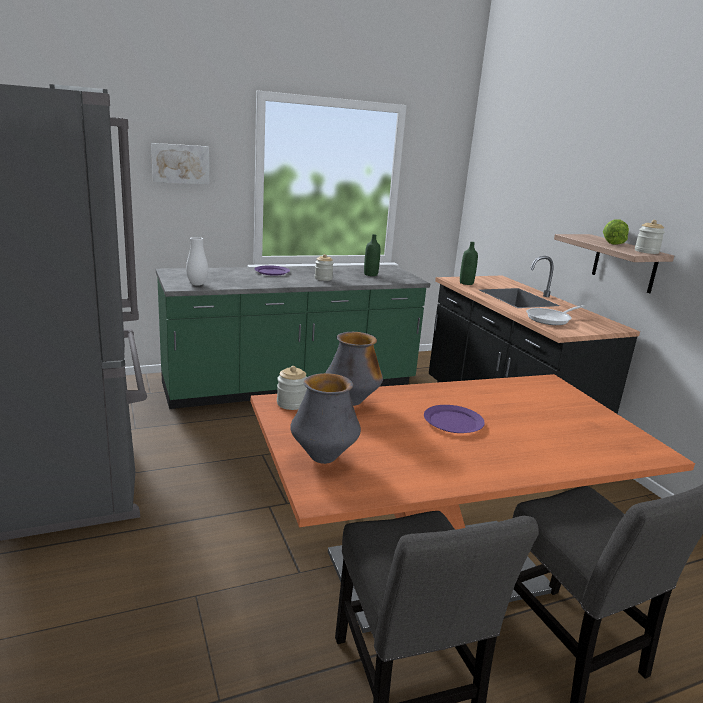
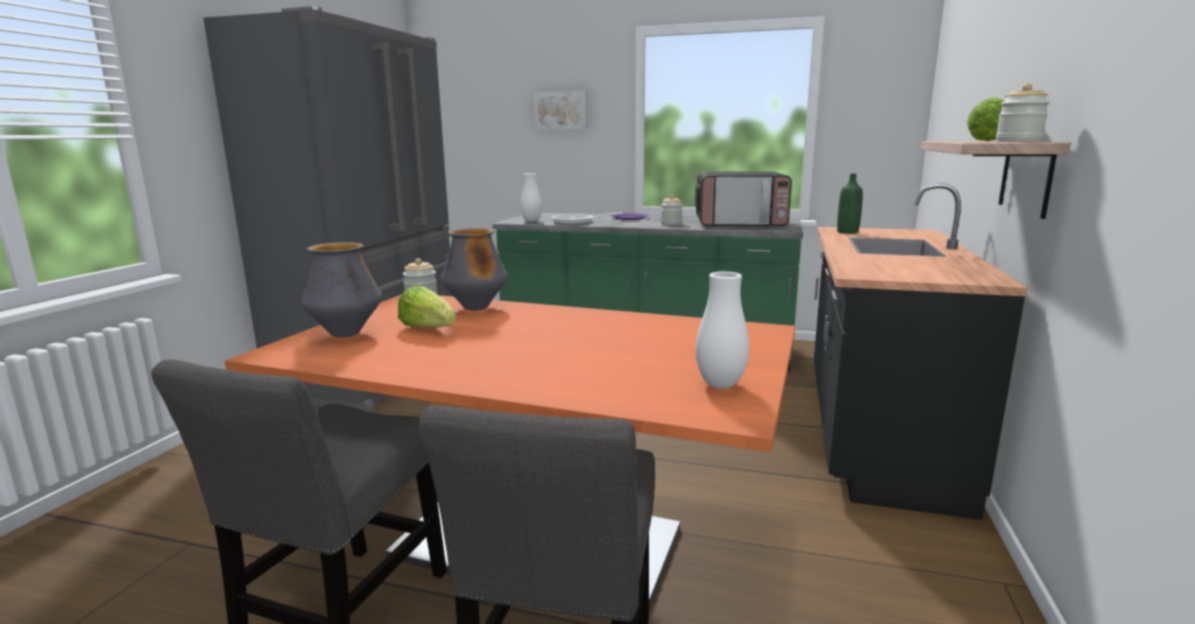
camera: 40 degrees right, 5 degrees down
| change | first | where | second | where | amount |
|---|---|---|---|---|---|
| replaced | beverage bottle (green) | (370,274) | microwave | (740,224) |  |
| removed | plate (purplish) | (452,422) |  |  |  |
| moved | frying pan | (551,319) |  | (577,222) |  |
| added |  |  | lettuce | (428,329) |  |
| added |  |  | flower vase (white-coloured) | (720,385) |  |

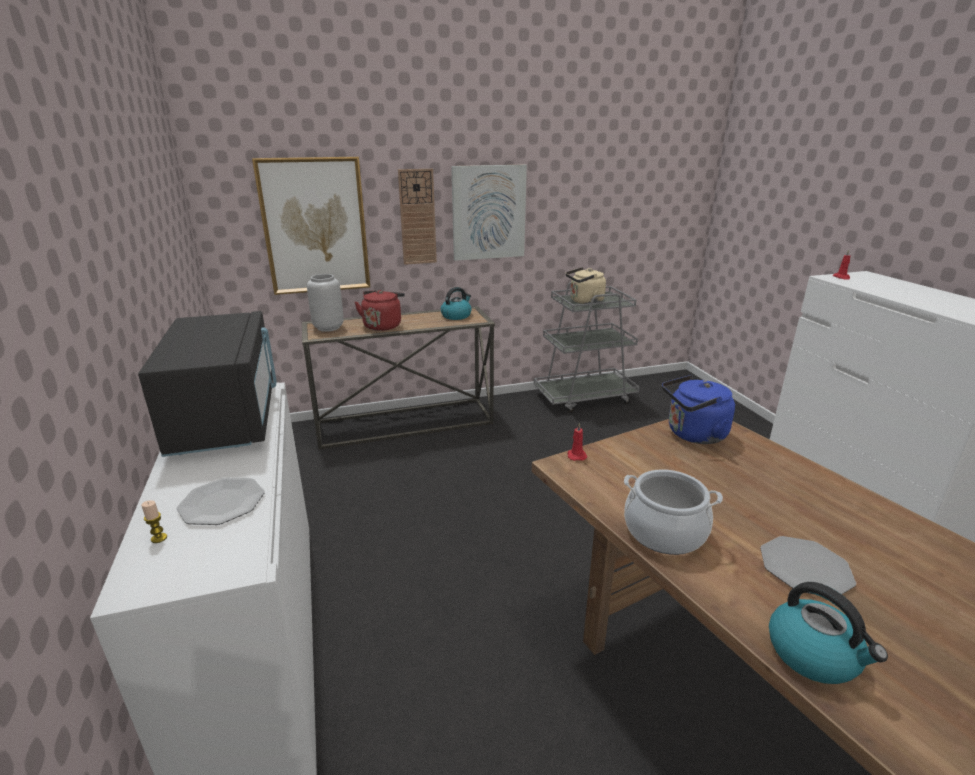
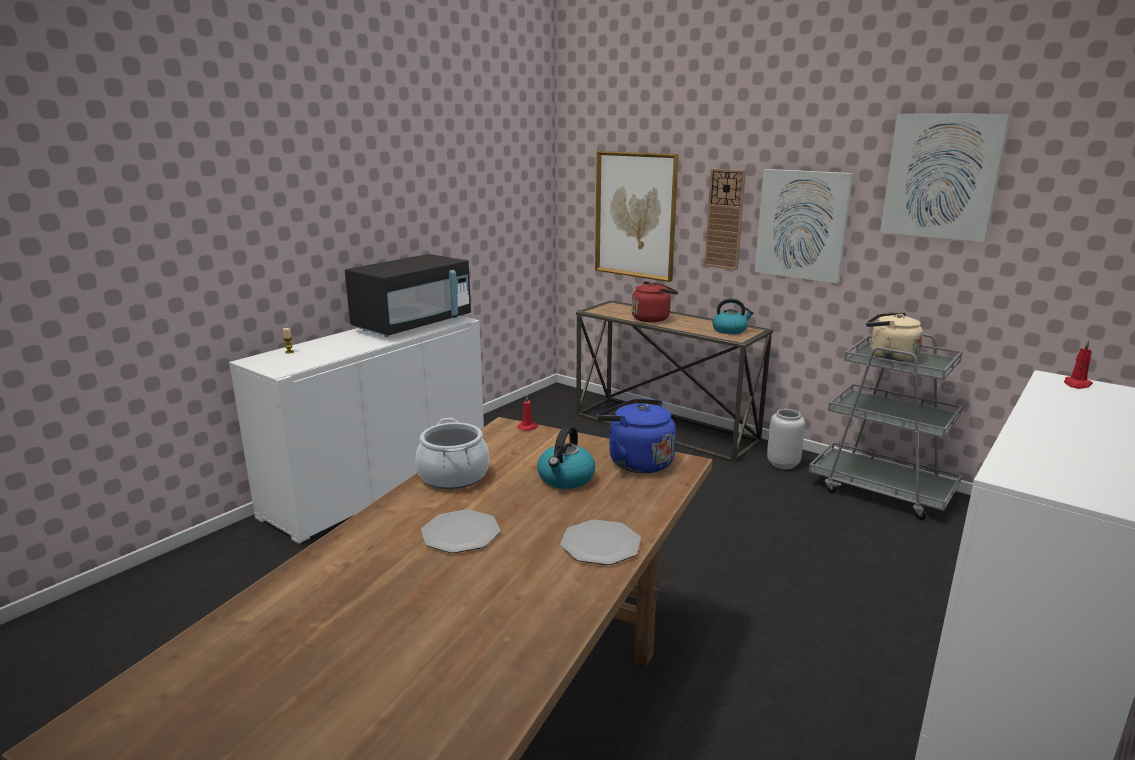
camera: 55 degrees right, 5 degrees down
| change | first | where | second | where | amount |
|---|---|---|---|---|---|
| moved | plate | (222,503) |  | (600,544) |  |
| moved | flower vase (gray) | (329,327) |  | (783,464) |  |
| moved | tea kettle | (814,655) |  | (566,479) |  |
| added |  |  | wall art | (941,176) |  |

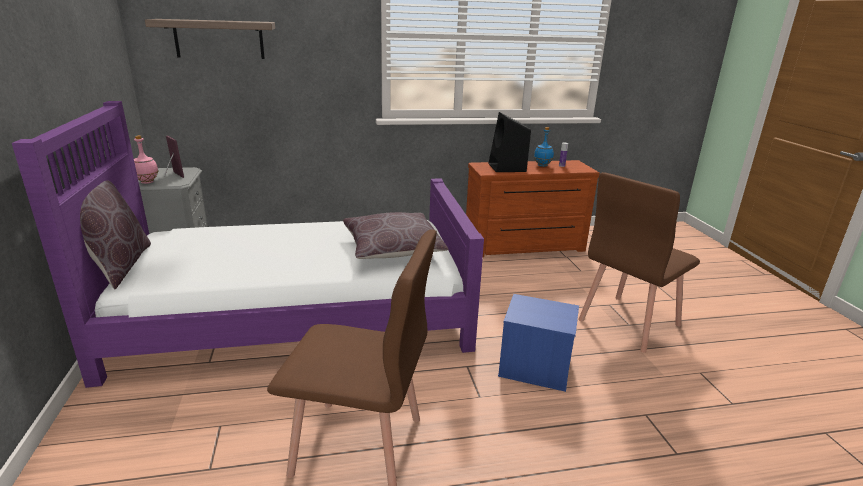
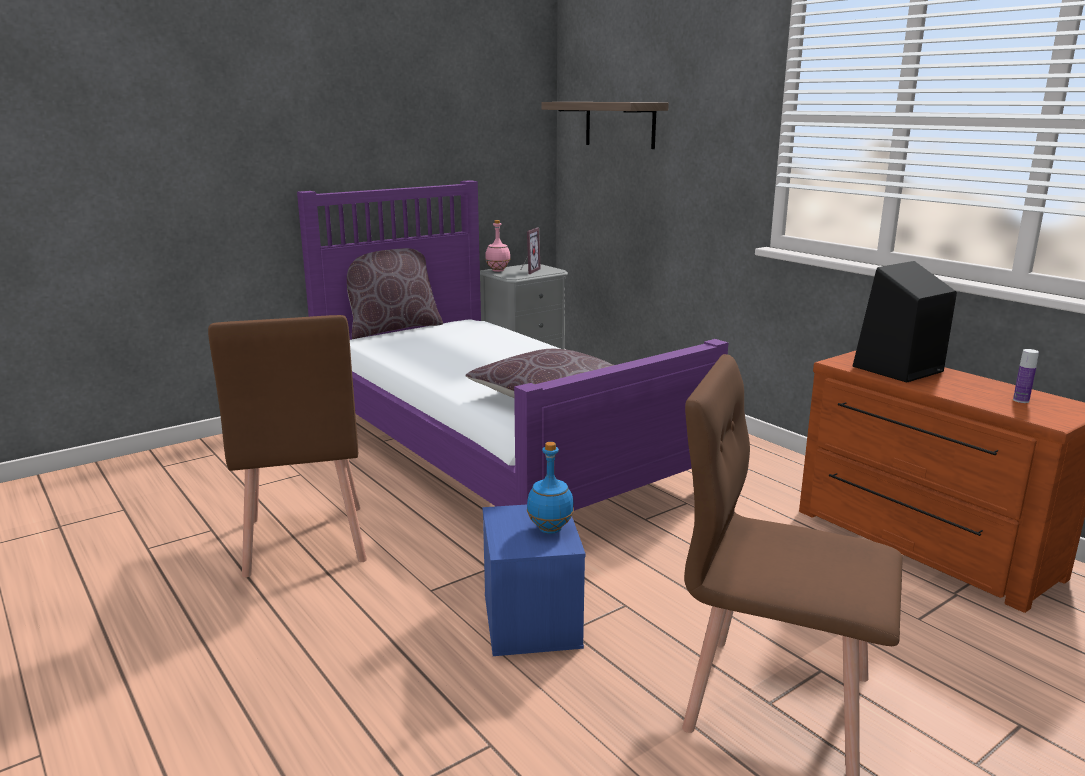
camera: 65 degrees right, 5 degrees down
| change | first | where | second | where | amount |
|---|---|---|---|---|---|
| moved | beverage bottle (blue) | (542,165) |  | (550,529) |  |

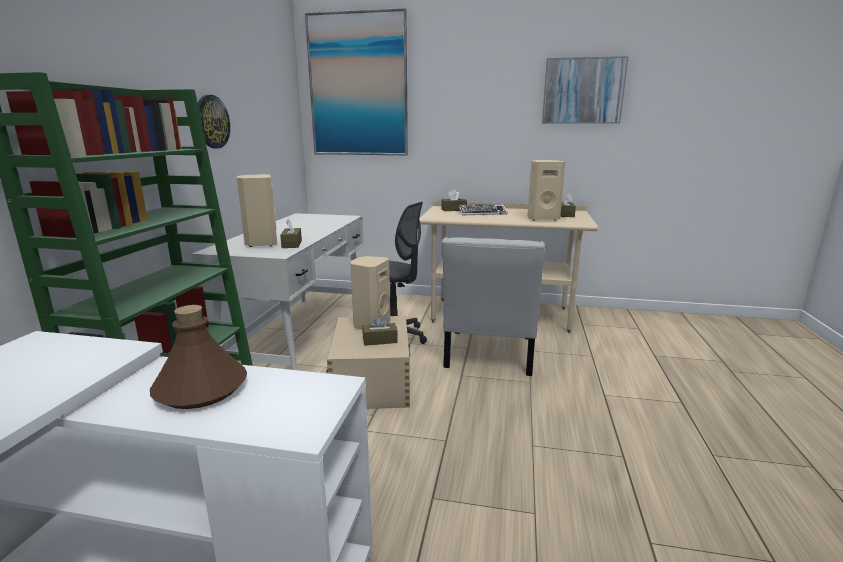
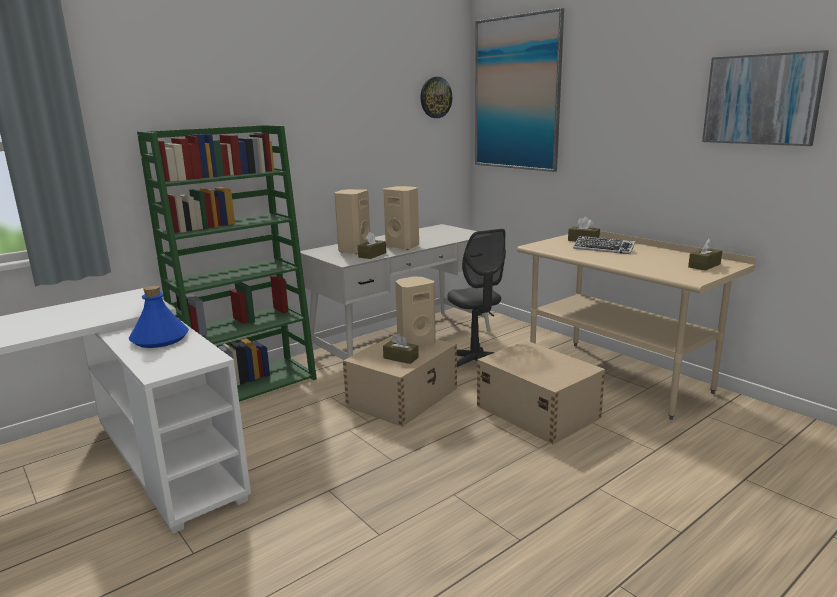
camera: 40 degrees right, 0 degrees up
| change | first | where | second | where | amount |
|---|---|---|---|---|---|
| recoloured | beverage bottle (brownish) | (202,389) | beverage bottle (blue) | (160,339) |  |
| moved | wall clock | (211,122) |  | (435,97) |  |
| replaced | upright chair (white-coloured) | (488,355) | storage bin (beige) | (537,411) |  |
| moved | loudspeaker (beige) | (542,218) |  | (403,246) |  |

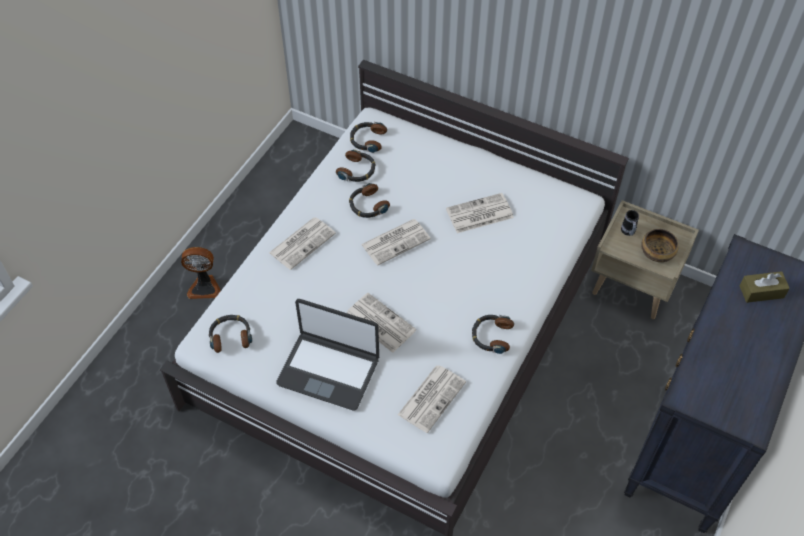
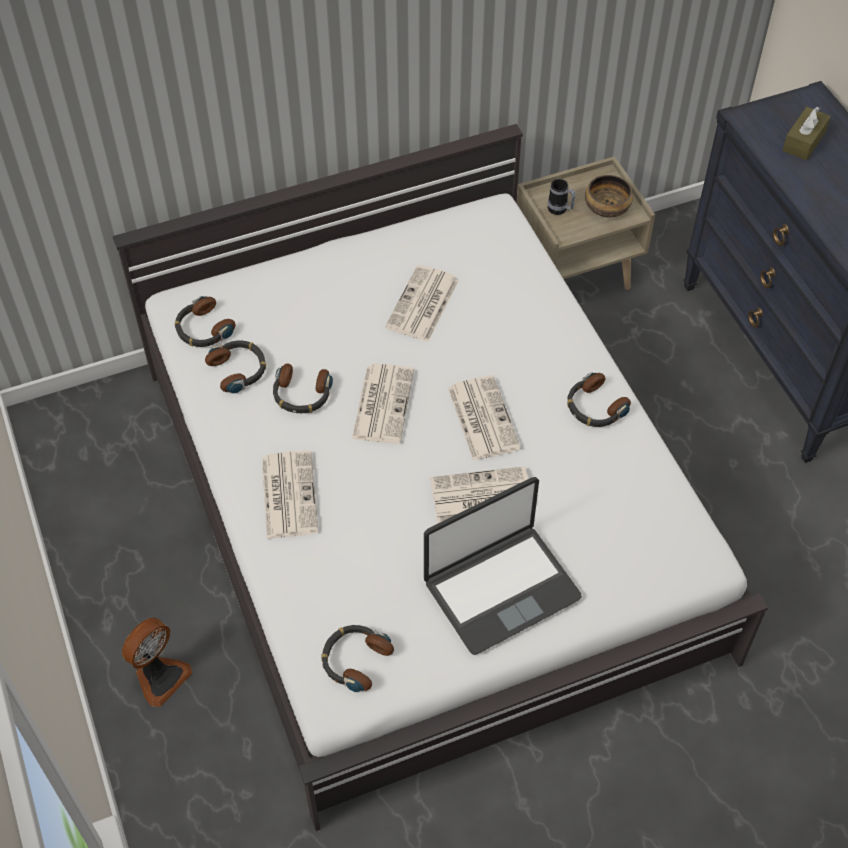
camera: 50 degrees left, 0 degrees up
| change | first | where | second | where | amount |
|---|---|---|---|---|---|
| moved | newspaper | (432,397) |  | (482,417) |  |

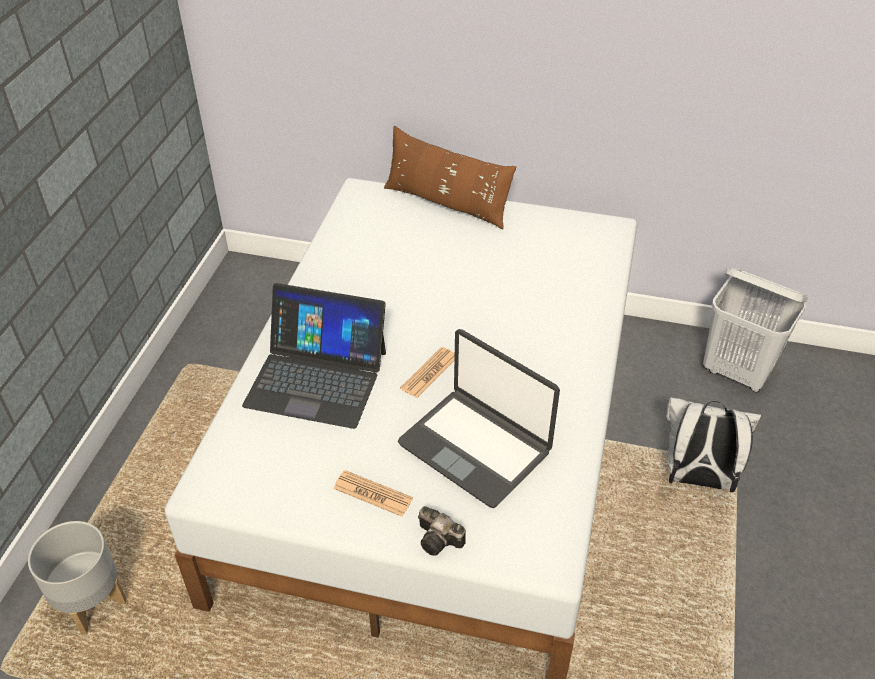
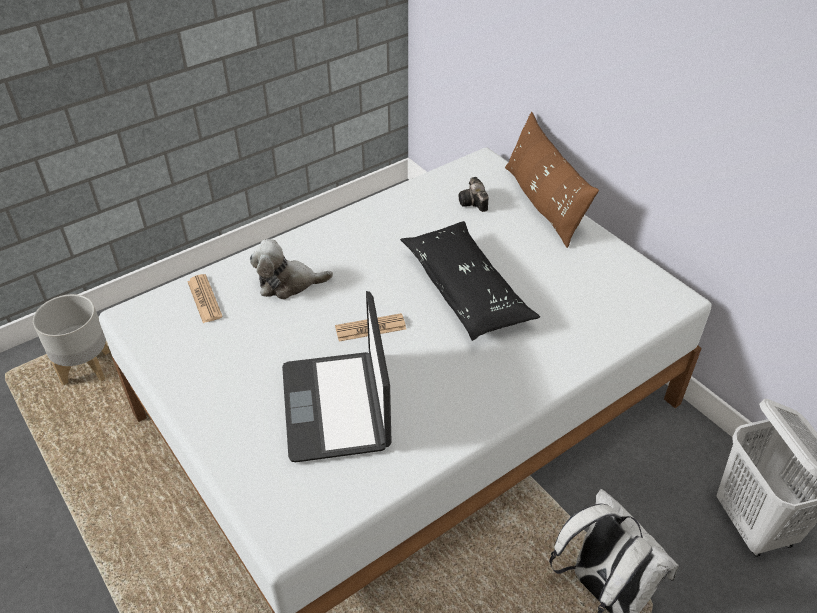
camera: 40 degrees right, 0 degrees up
| change | first | where | second | where | amount |
|---|---|---|---|---|---|
| replaced | laptop | (317,378) | soft toy | (288,283) |  |
| moved | newspaper | (373,494) |  | (204,299) |  |
| moved | photo camera | (440,540) |  | (474,203) |  |
| added |  |  | pillow (blackish) | (466,290) |  |

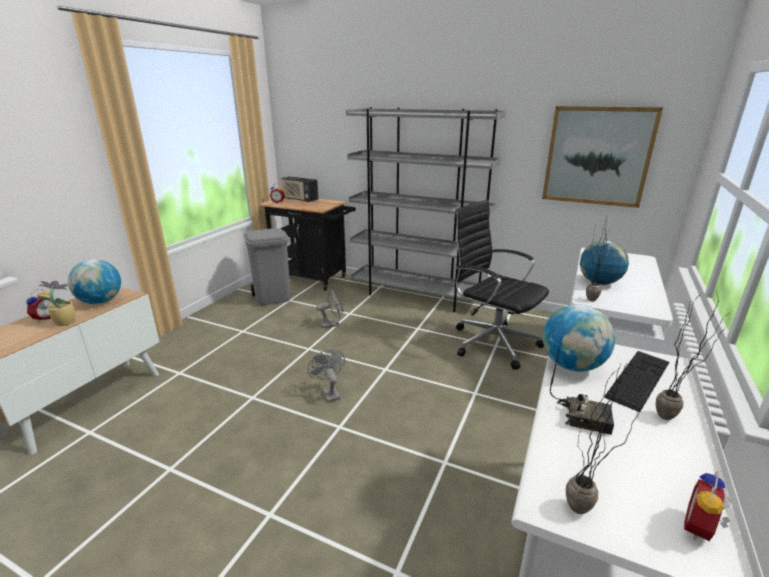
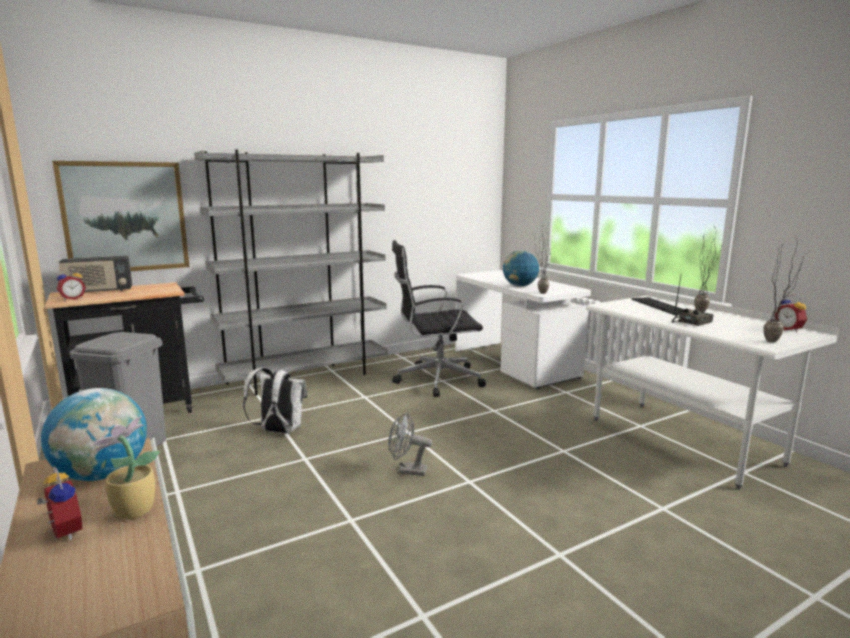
camera: 55 degrees left, 10 degrees down
| change | first | where | second | where | amount |
|---|---|---|---|---|---|
| replaced | electric fan (gray) | (333,324) | backpack (white-coloured) | (278,431) |  |
| moved | wall art | (597,156) |  | (125,217) |  |
| removed | world globe | (572,365) |  |  |  |

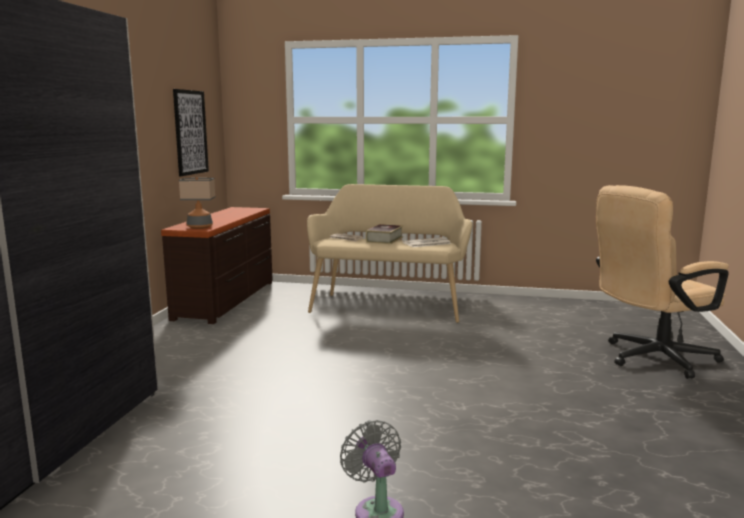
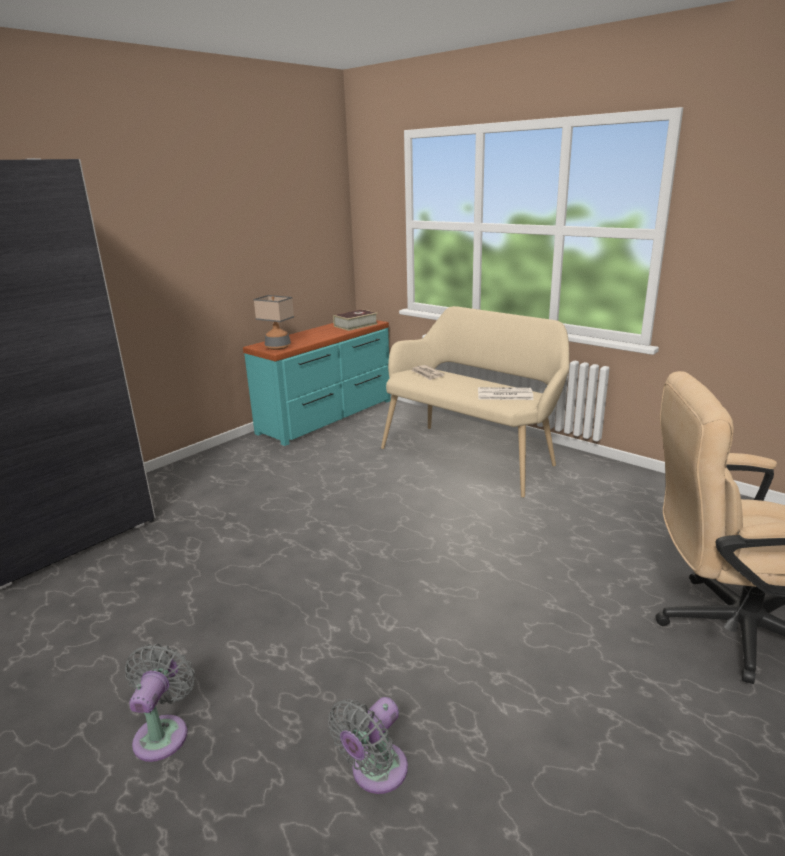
camera: 30 degrees right, 10 degrees up
| change | first | where | second | where | amount |
|---|---|---|---|---|---|
| recoloured | chest of drawers (brownish) | (227,300) | chest of drawers (turquoise-coloured) | (327,417) |  |
| removed | wall art | (190,132) |  |  |  |
| moved | volume | (384,239) |  | (355,325) |  |
| added |  |  | electric fan (gray) | (375,772) |  |

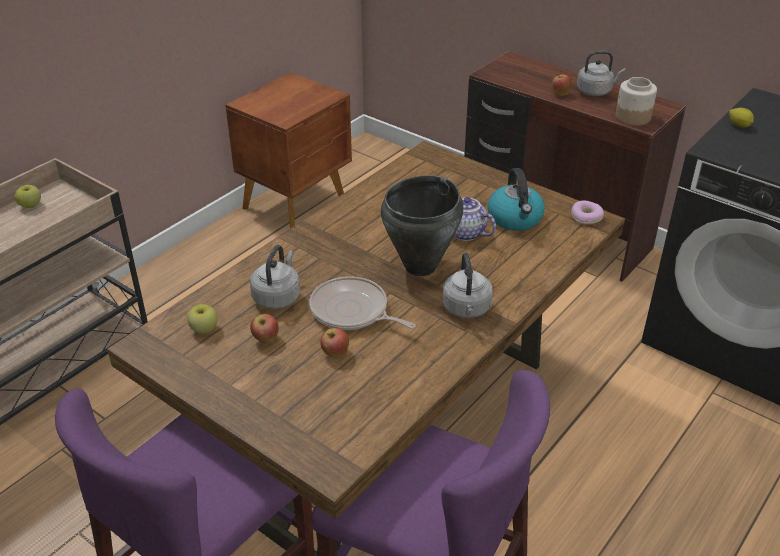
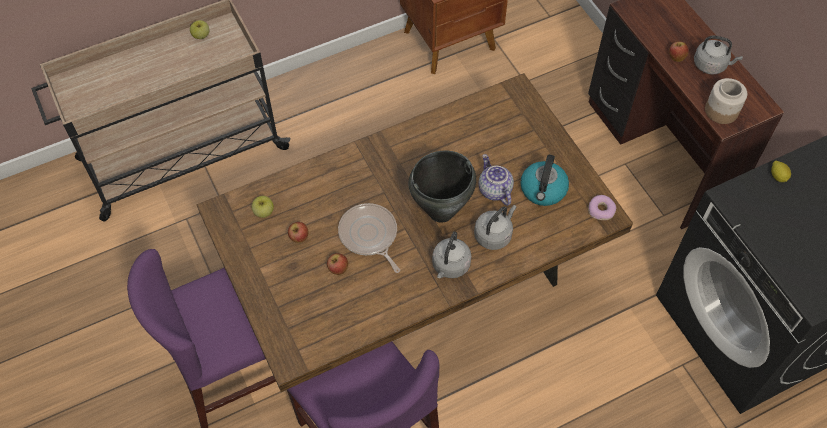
camera: 25 degrees right, 20 degrees up
| change | first | where | second | where | amount |
|---|---|---|---|---|---|
| moved | tea kettle (gray) | (277,296) |  | (494,235) |  |

